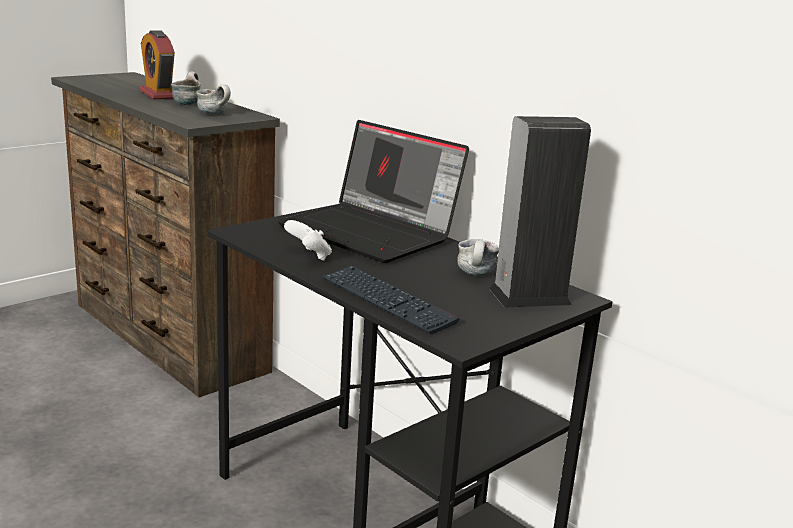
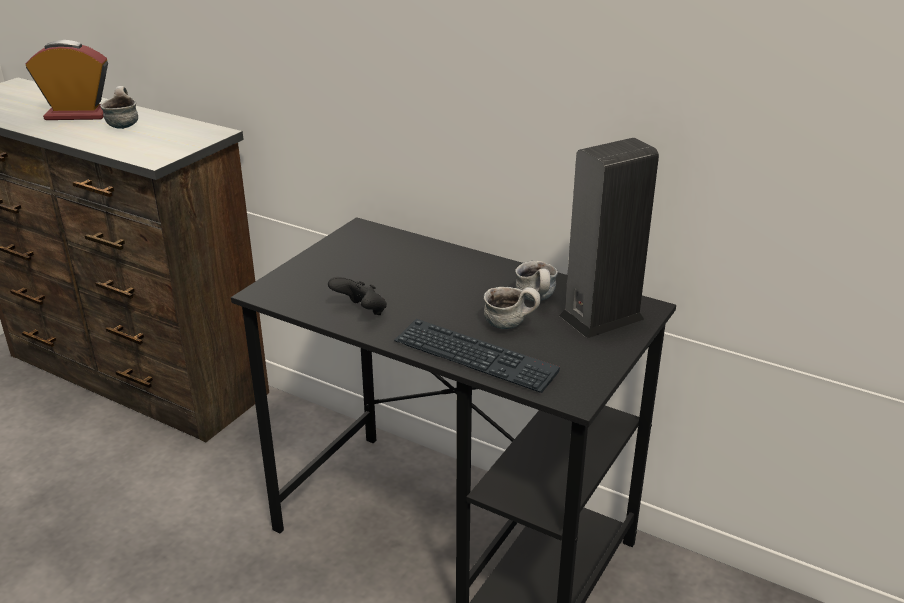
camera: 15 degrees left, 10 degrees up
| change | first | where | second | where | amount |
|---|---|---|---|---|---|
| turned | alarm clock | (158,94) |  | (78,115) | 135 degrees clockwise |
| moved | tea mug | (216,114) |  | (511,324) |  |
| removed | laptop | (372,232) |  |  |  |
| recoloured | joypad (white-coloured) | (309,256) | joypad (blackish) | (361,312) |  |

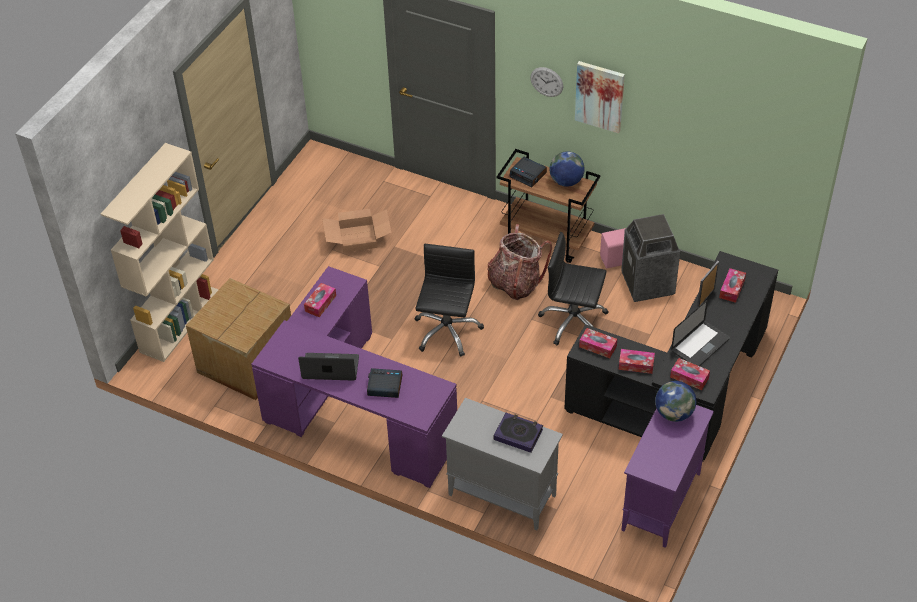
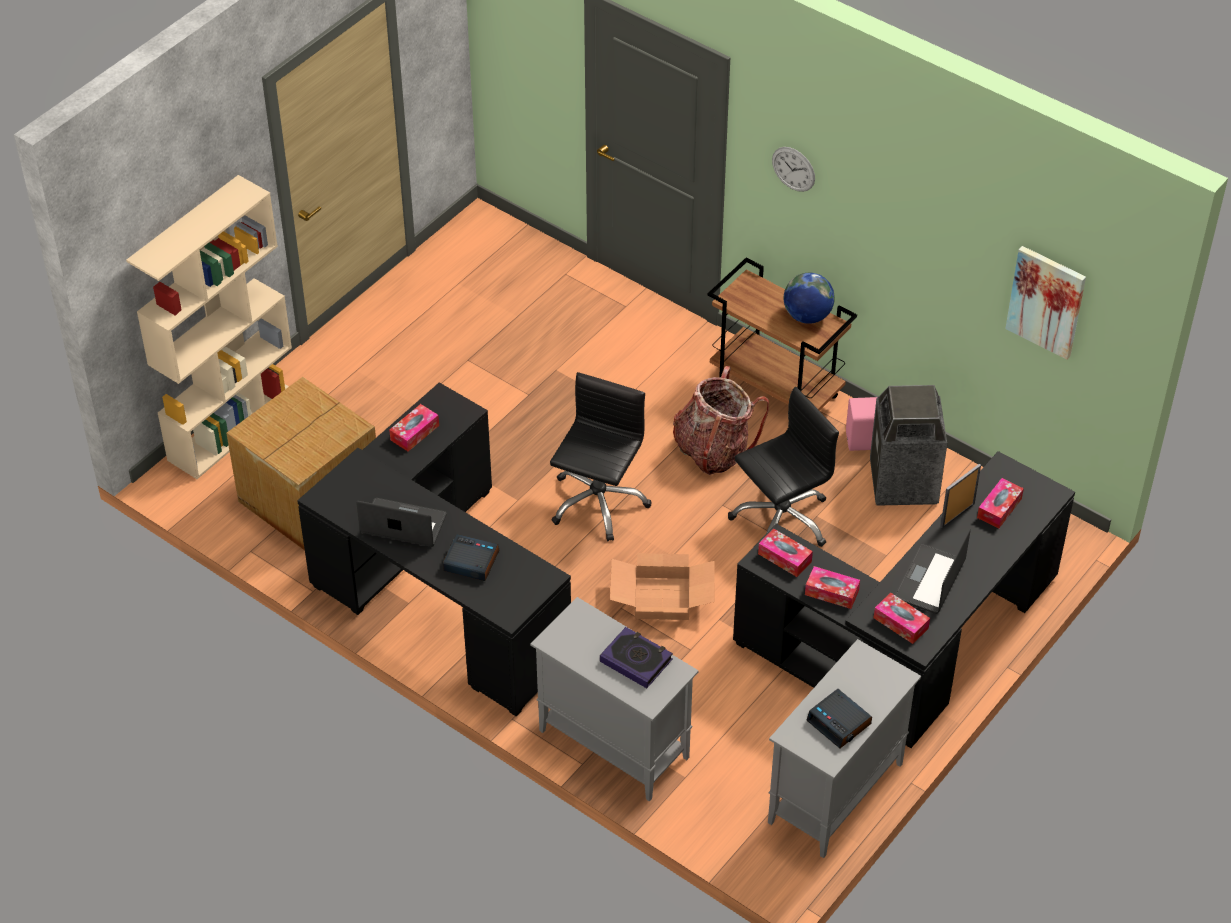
camera: 10 degrees right, 0 degrees up
| change | first | where | second | where | amount |
|---|---|---|---|---|---|
| recoloured | desk (purplish) | (352,412) | desk (blackish) | (436,593) |  |
| moved | cardboard box | (358,237) |  | (663,598) |  |
| moved | alarm clock | (528,175) |  | (839,723) |  |
| turned | desk chair (blackish) | (573,322) |  | (781,519) | 120 degrees clockwise |
| moved | wall art | (599,96) |  | (1046,301) |  |
| recoloured | storage cabinet (purplish) | (661,502) | storage cabinet (gray) | (835,794) |  |
| removed | world globe | (674,413) |  |  |  |
| turned | laptop | (700,345) |  | (929,580) | 150 degrees clockwise |

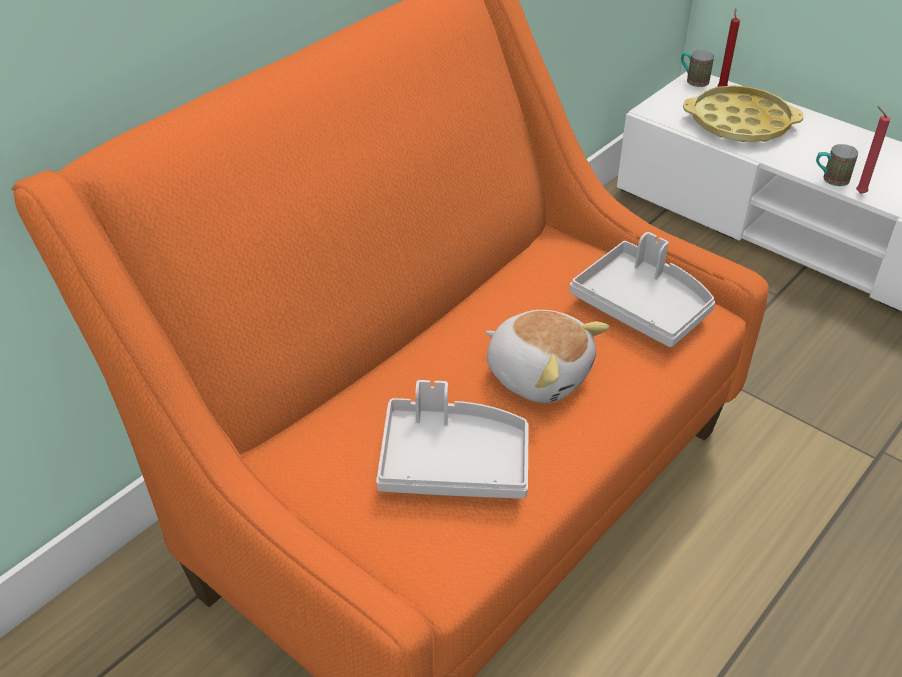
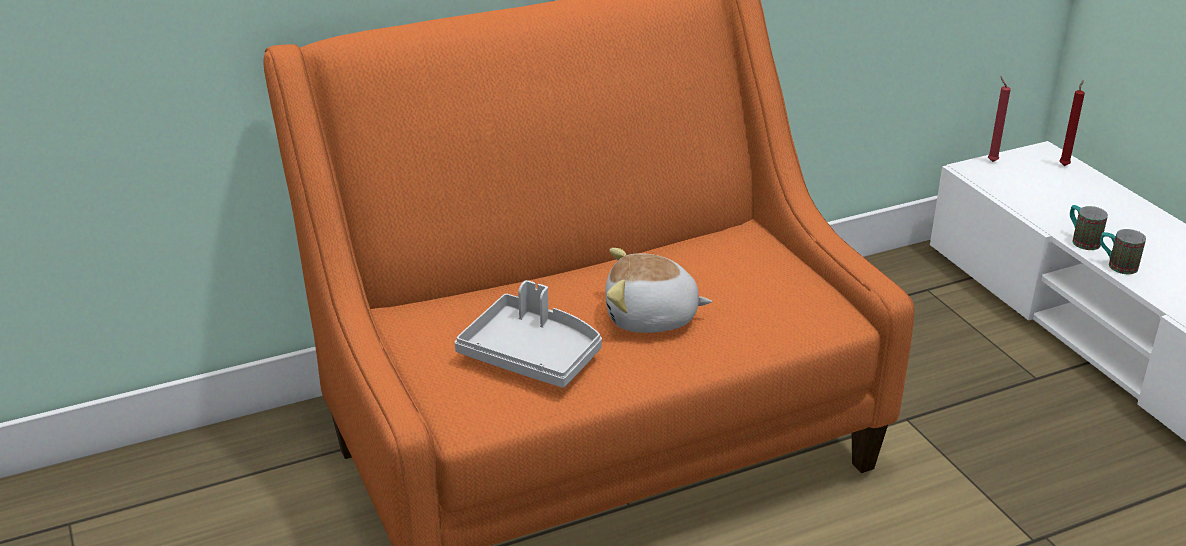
camera: 25 degrees right, 10 degrees down
| change | first | where | second | where | amount |
|---|---|---|---|---|---|
| turned | soft toy | (539,374) |  | (651,318) | 120 degrees clockwise |
| removed | serving tray (gray) | (642,306) |  |  |  |
| moved | tea mug | (693,80) |  | (1081,240) |  |
| removed | serving tray (yellow) | (739,123) |  |  |  |
| moved | candle (red-coloured) | (858,192) |  | (991,161) |  |

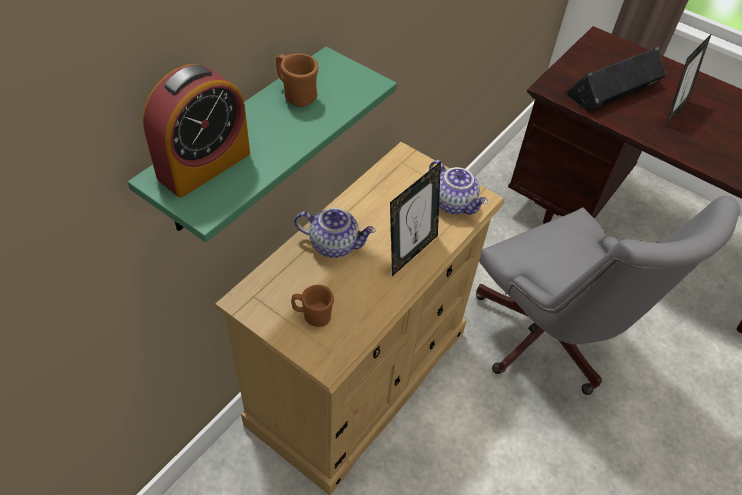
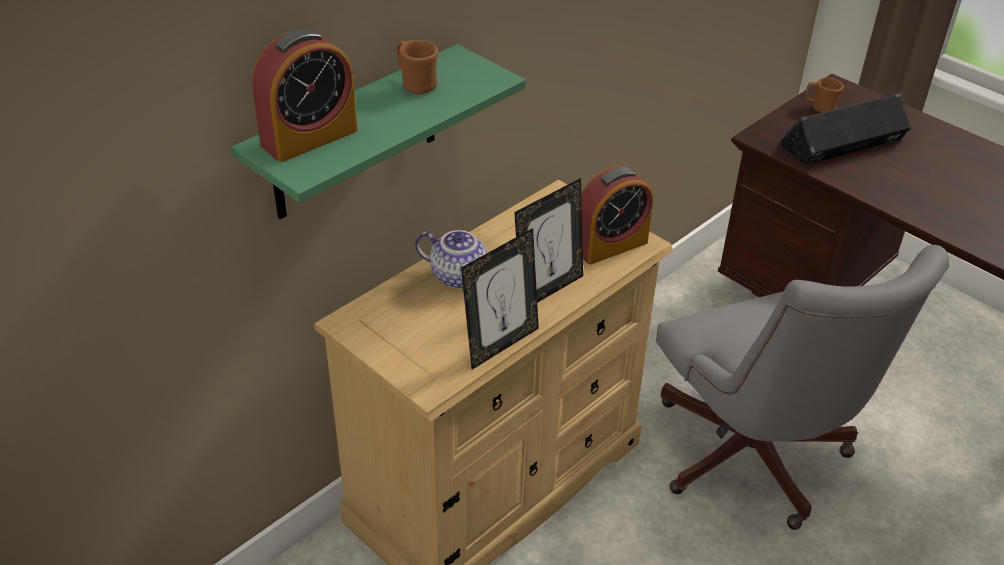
camera: 10 degrees right, 10 degrees down
| change | first | where | second | where | amount |
|---|---|---|---|---|---|
| moved | tea mug (brownish) | (313,316) |  | (820,108) |  |
| replaced | pot for tea | (454,203) | alarm clock | (610,245) |  |
| moved | standing frame | (672,111) |  | (500,344) |  |

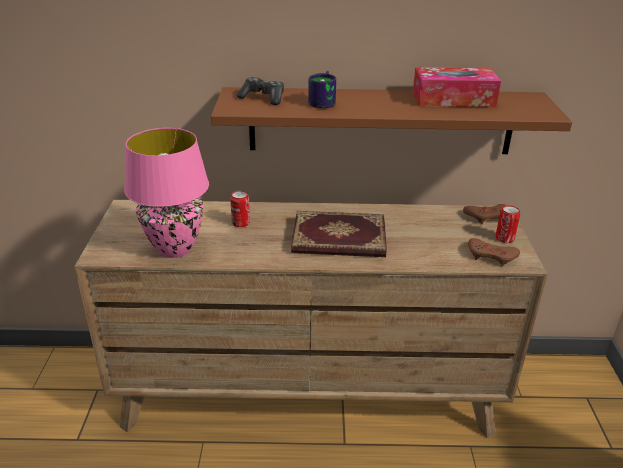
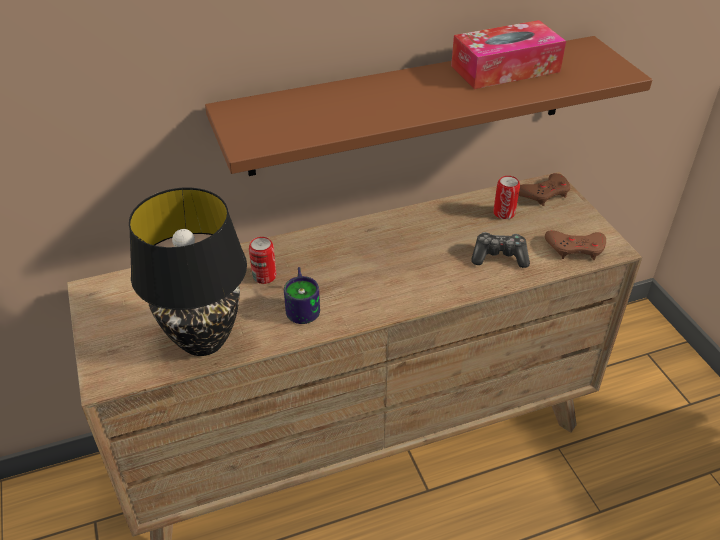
camera: 20 degrees left, 10 degrees up
| change | first | where | second | where | amount |
|---|---|---|---|---|---|
| recoloured | table lamp (pink-coloured) | (174,249) | table lamp (blackish) | (202,340) |  |
| moved | joypad | (263,98) |  | (499,257) |  |
| removed | volume | (339,239) |  |  |  |
| moved | tea mug | (324,102) |  | (304,306) |  |
| moved | metal can | (504,238) |  | (504,213) |  |

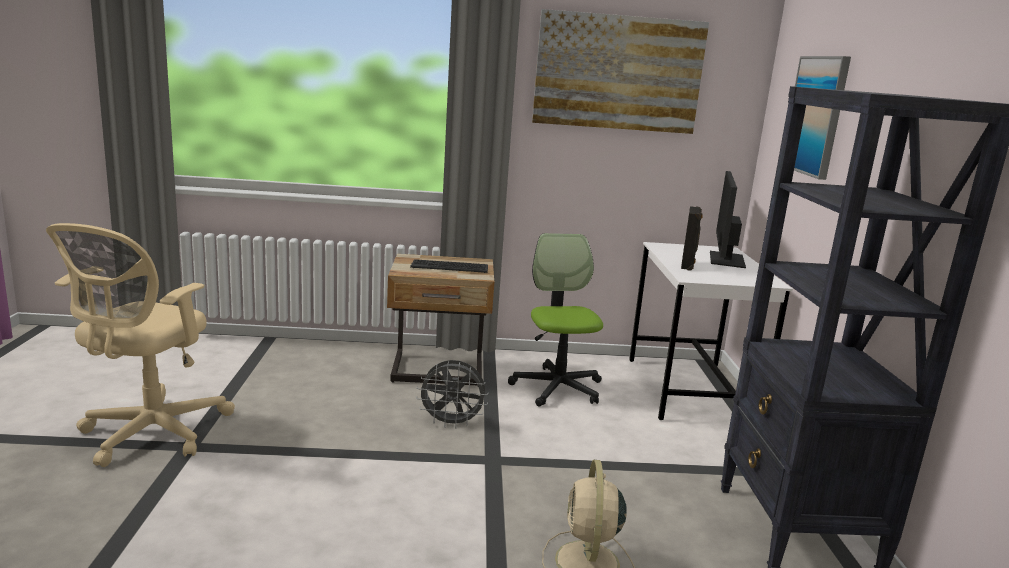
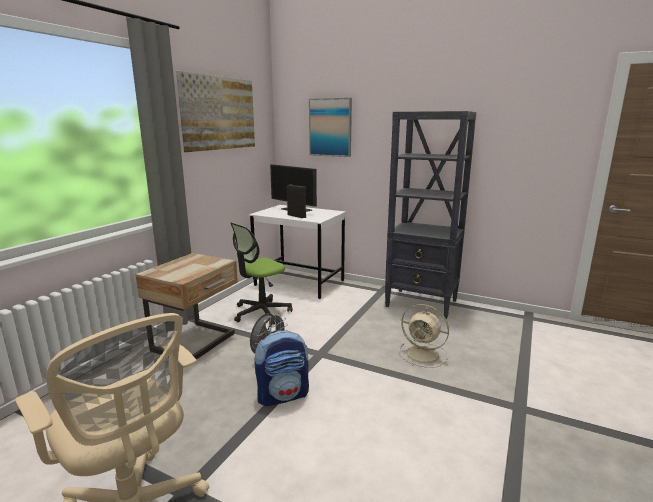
camera: 60 degrees left, 0 degrees up
| change | first | where | second | where | amount |
|---|---|---|---|---|---|
| removed | PC keyboard | (449,267) |  |  |  |
| turned | desk chair | (557,388) |  | (261,312) | 60 degrees counterclockwise |
| added |  |  | backpack | (283,395) |  |

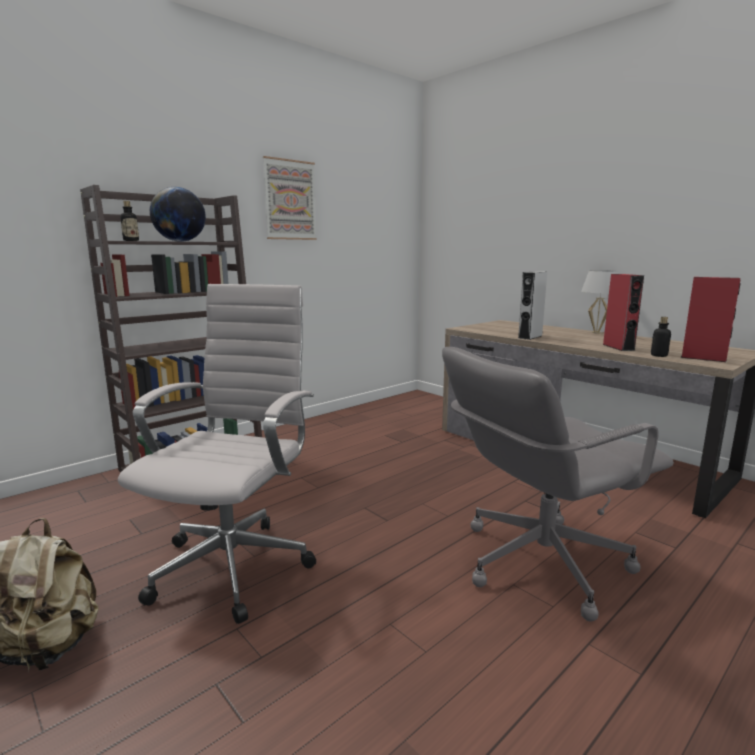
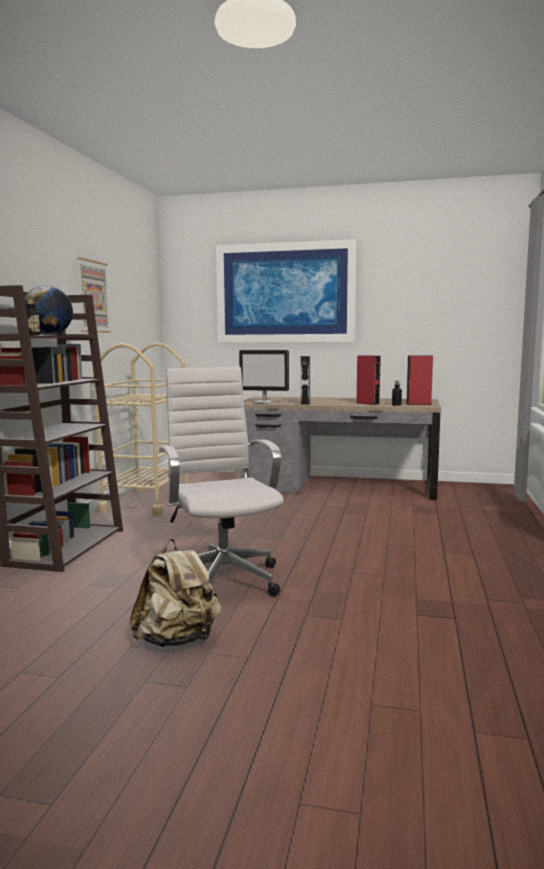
camera: 35 degrees left, 5 degrees down
| change | first | where | second | where | amount |
|---|---|---|---|---|---|
| removed | desk chair (gray) | (540,562) |  |  |  |
| removed | table lamp (white-coloured) | (596,332) |  |  |  |
| added |  |  | cart (beige) | (146,502) |  |
| added |  |  | wall art | (285,293) |  |
| added |  |  | monitor | (264,402) |  |

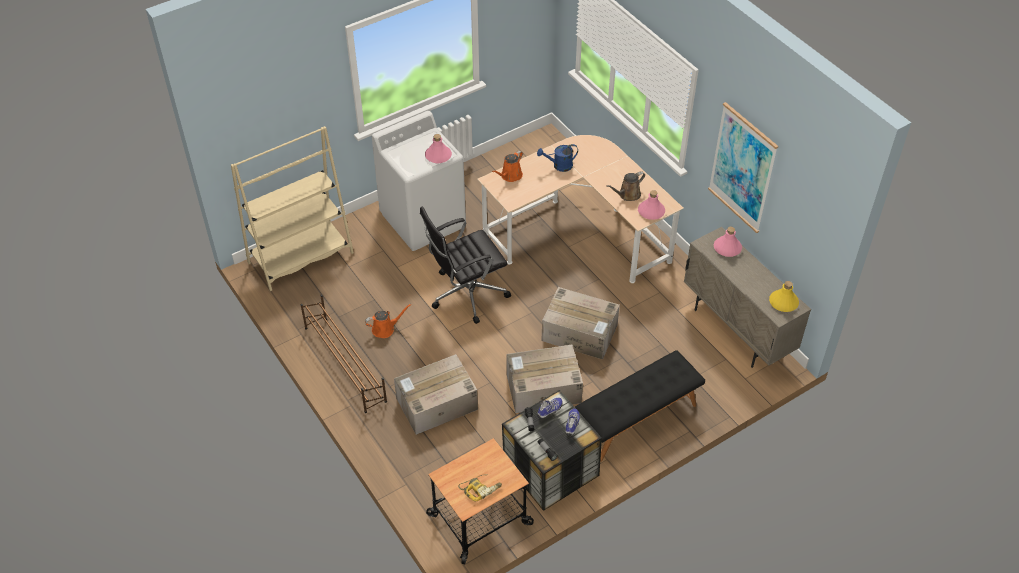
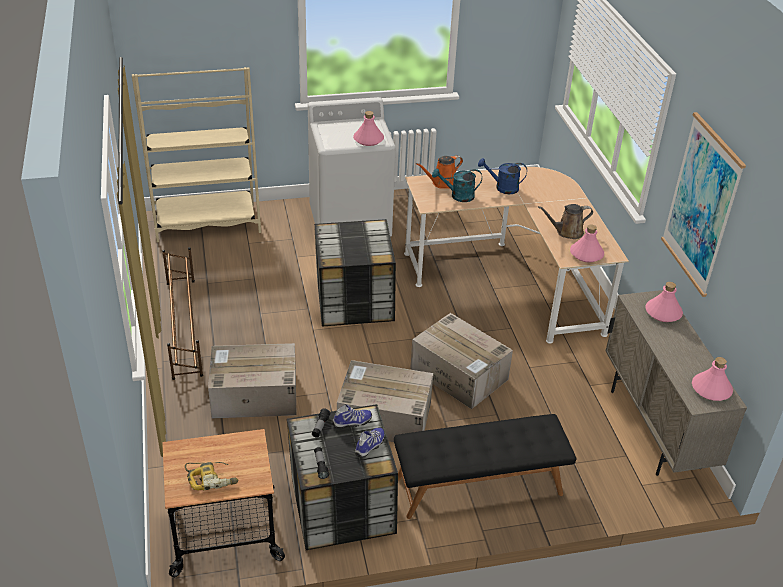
camera: 20 degrees right, 10 degrees down
| change | first | where | second | where | amount |
|---|---|---|---|---|---|
| removed | watering can (orange) | (385,329) |  |  |  |
| replaced | desk chair (blackish) | (466,294) | storage bin | (354,300) |  |
| recoloured | beverage bottle (yellow) | (783,302) | beverage bottle (pink-coloured) | (711,389) |  |
| added |  |  | watering can (turquoise-coloured) | (458,196) |  |

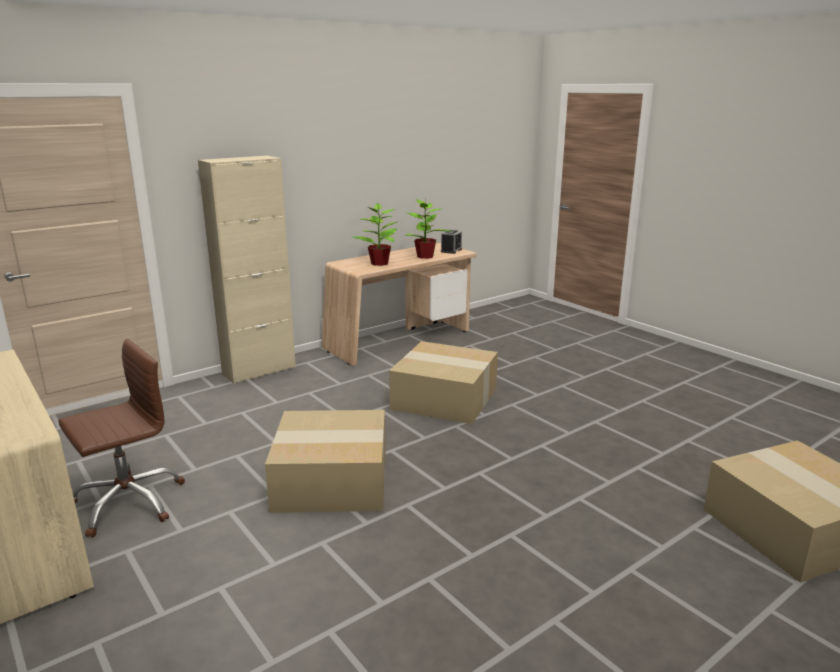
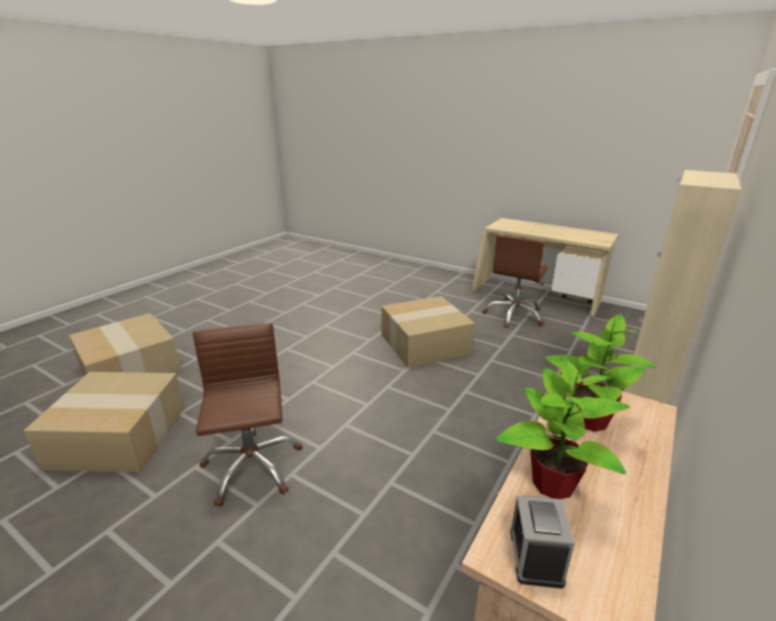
camera: 160 degrees right, 5 degrees up
| change | first | where | second | where | amount |
|---|---|---|---|---|---|
| moved | cardboard box | (446,398) |  | (116,437) |  |
| added |  |  | desk chair (brownish) | (251,467) |  |

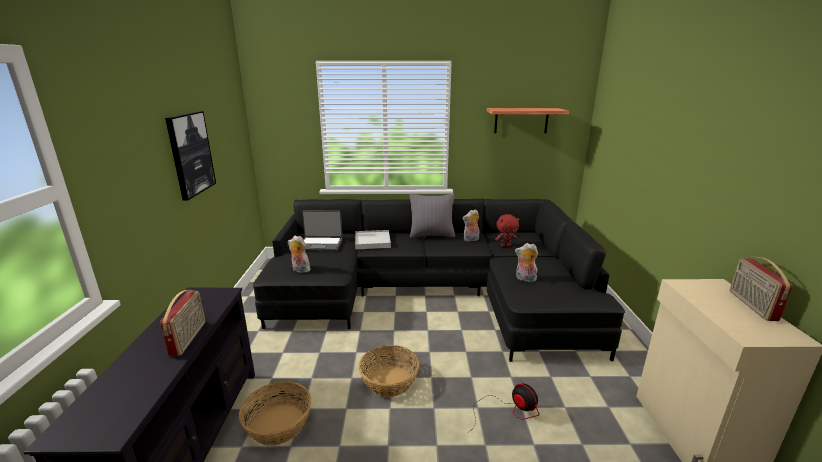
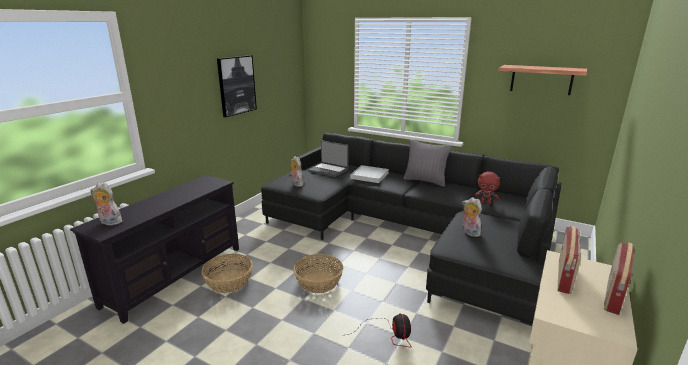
camera: 30 degrees right, 0 degrees up
| change | first | where | second | where | amount |
|---|---|---|---|---|---|
| moved | radio | (189,338) |  | (565,277) |  |
| moved | soft toy | (471,240) |  | (109,222) |  |

